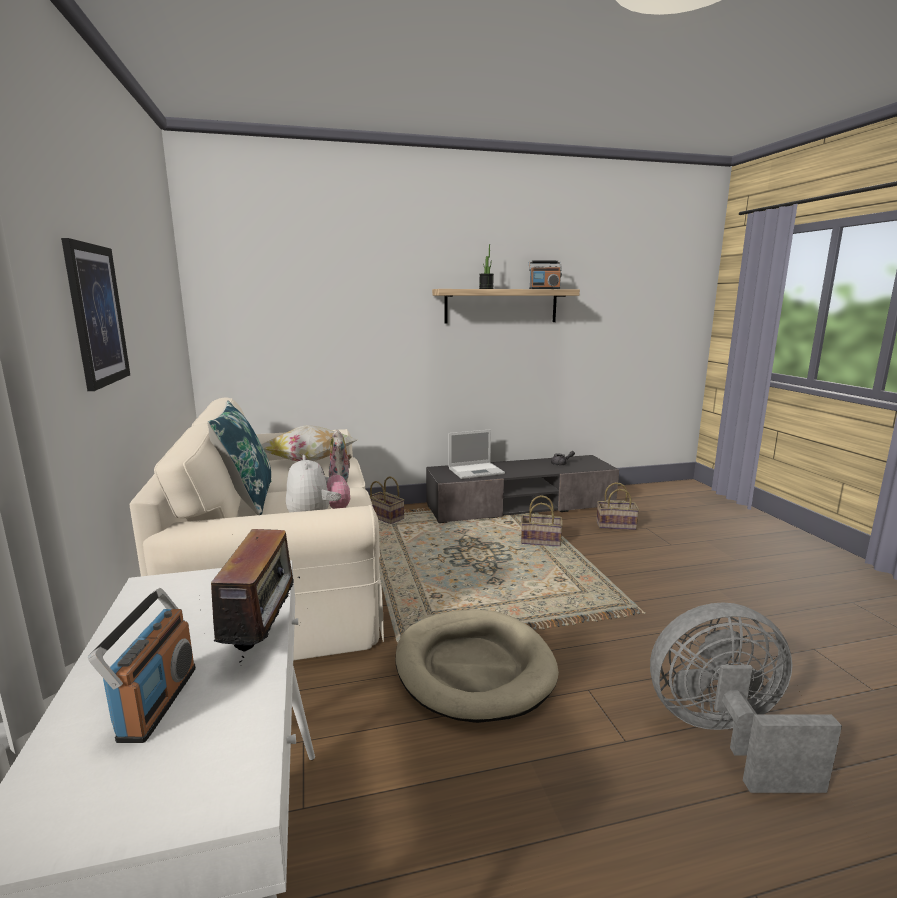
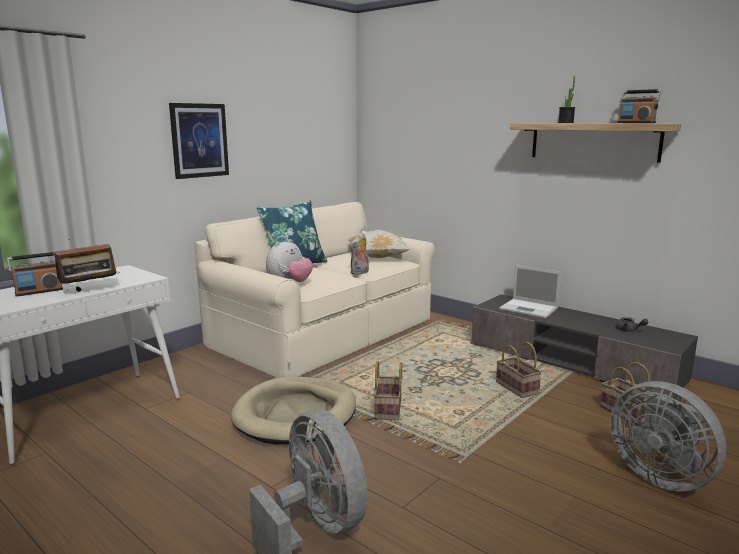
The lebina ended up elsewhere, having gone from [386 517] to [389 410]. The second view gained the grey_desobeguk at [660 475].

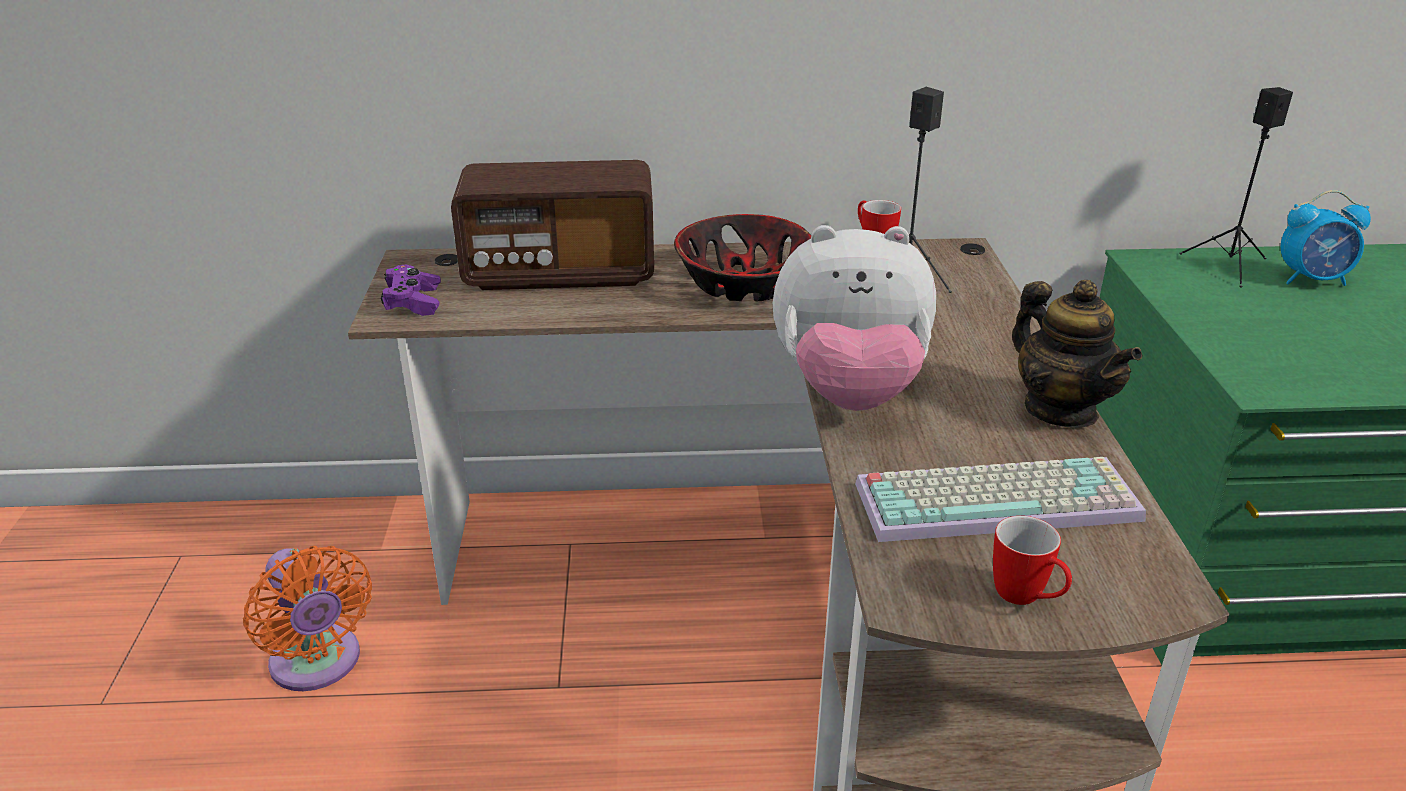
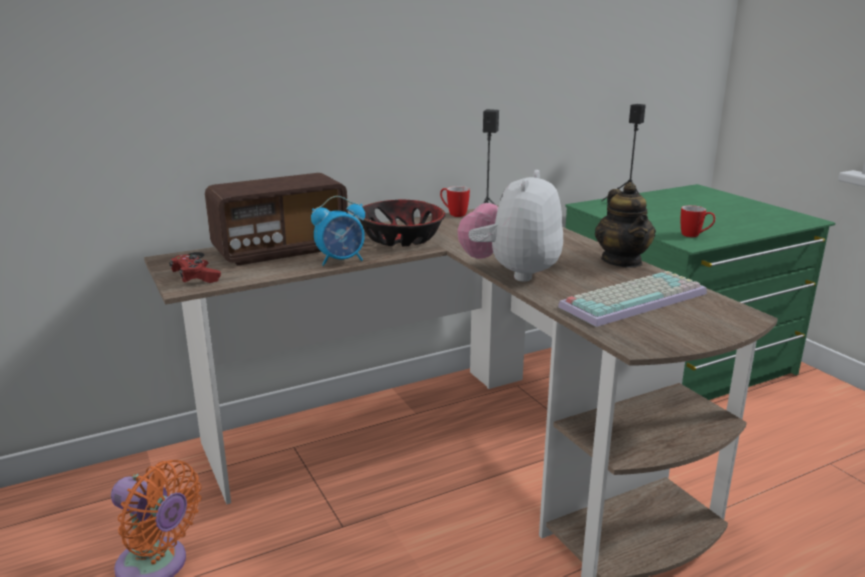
The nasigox ended up elsewhere, having gone from [1312 280] to [341 260]. The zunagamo at [849 393] ended up facing another way, 135 degrees clockwise from before. What was the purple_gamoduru at [413 302] turned into the red_gamoduru at [196 278]. The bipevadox at [1060 410] ended up facing another way, 45 degrees clockwise from before. The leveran ended up elsewhere, having gone from [1026 599] to [695 236].

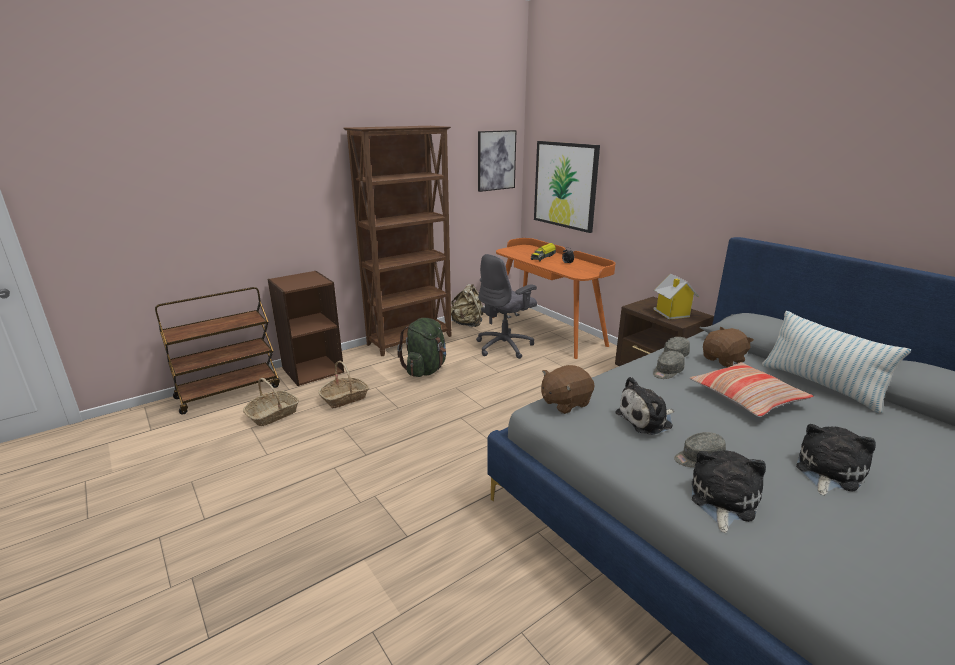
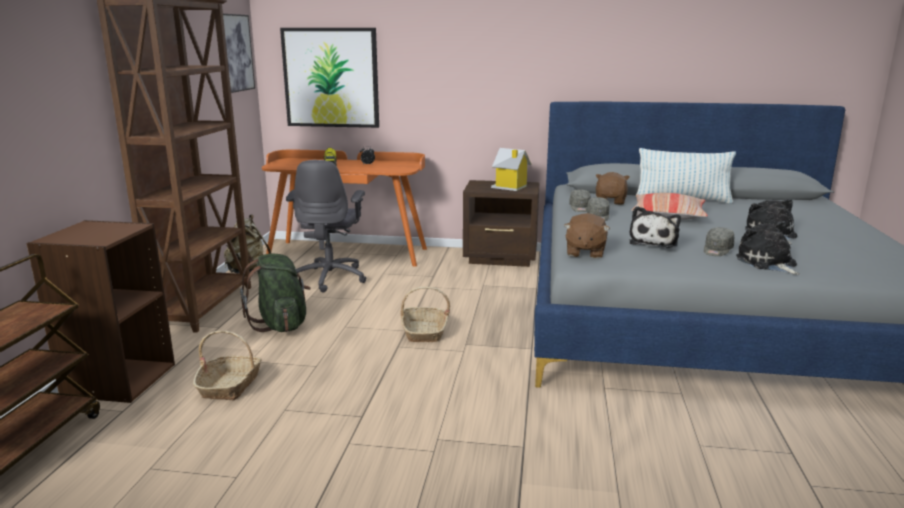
The lebina ended up elsewhere, having gone from [273 414] to [424 332].

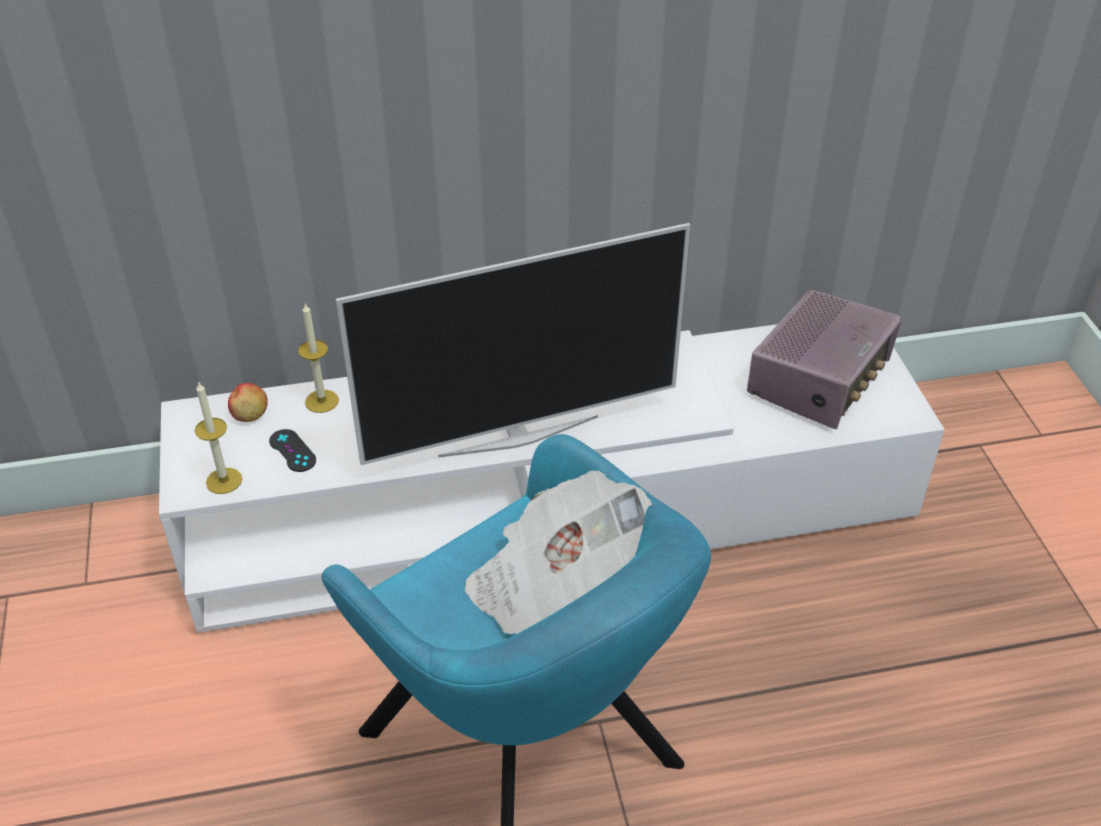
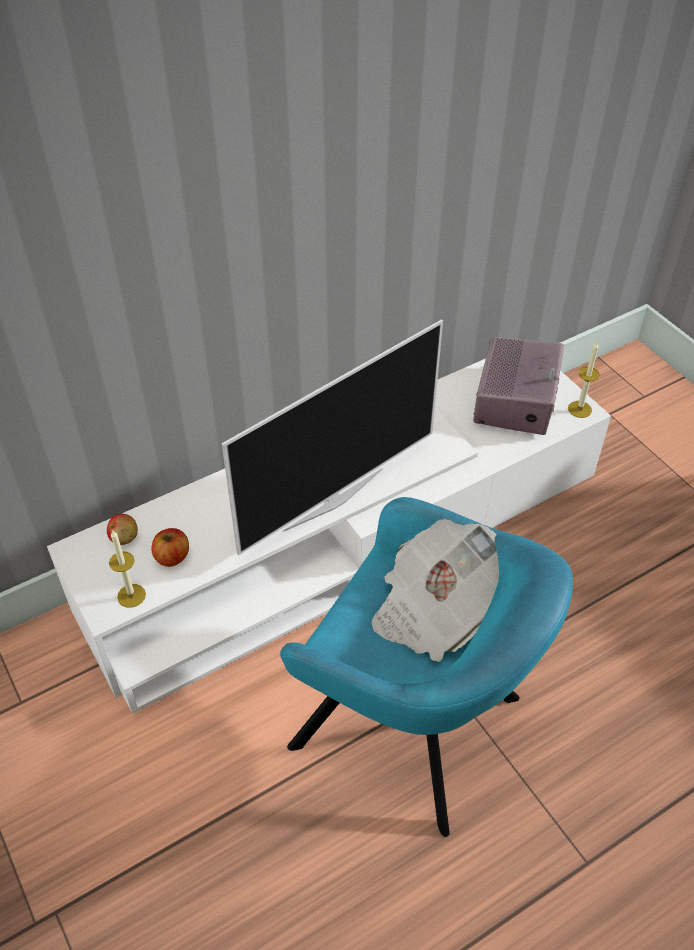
The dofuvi ended up elsewhere, having gone from [321 401] to [579 409]. Where the black_gamoduru stood at [292 451], the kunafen came to stand at [172 557].

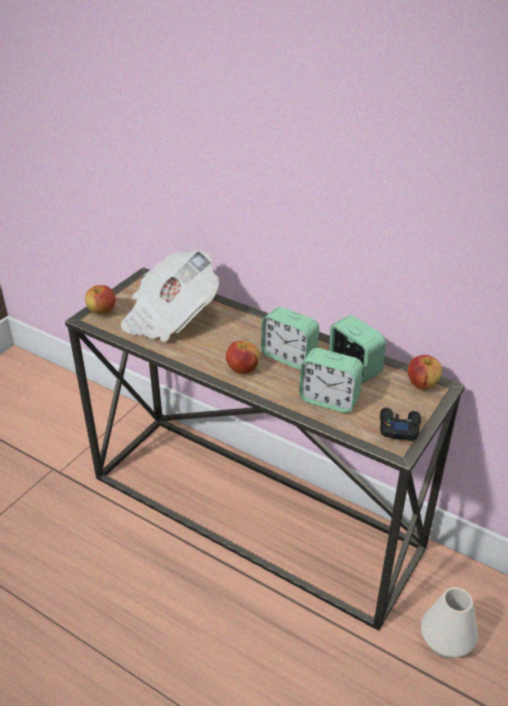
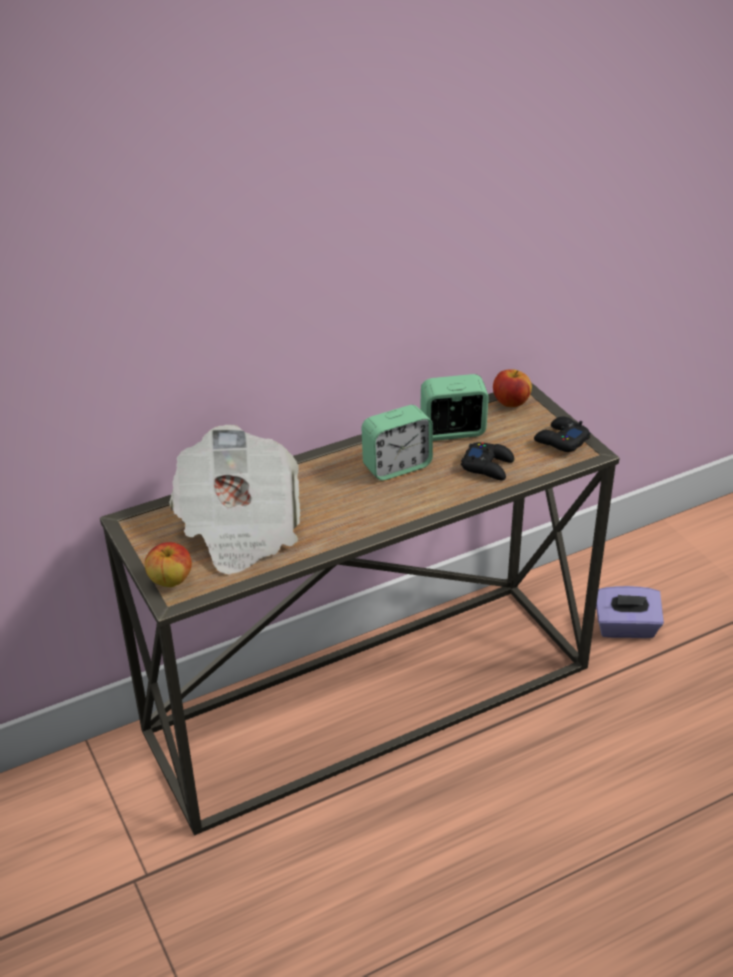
The second view lost the kunafen at [242 369]. Where the nasigox stood at [329 400], the black_gamoduru came to stand at [488 466]. Where the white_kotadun stood at [446 642], the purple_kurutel came to stand at [625 628].

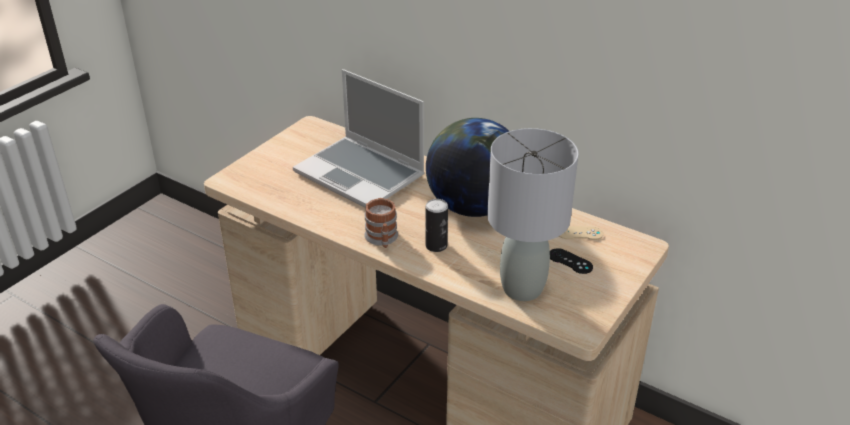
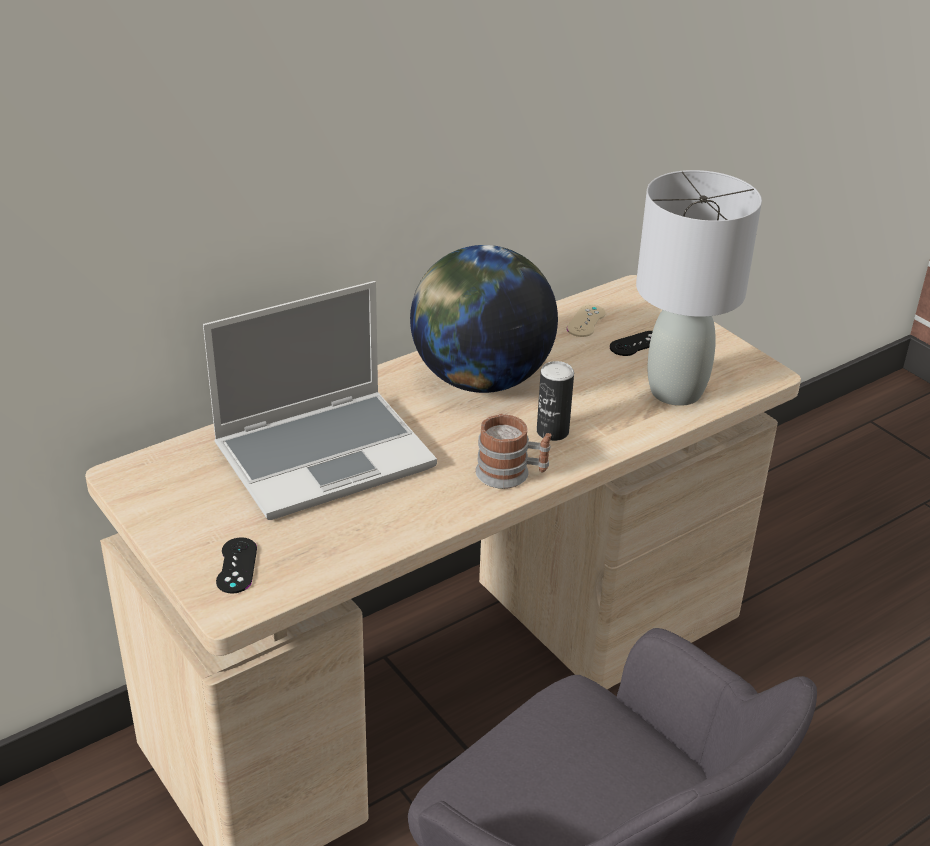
The second view gained the black_gamoduru at [236 565].

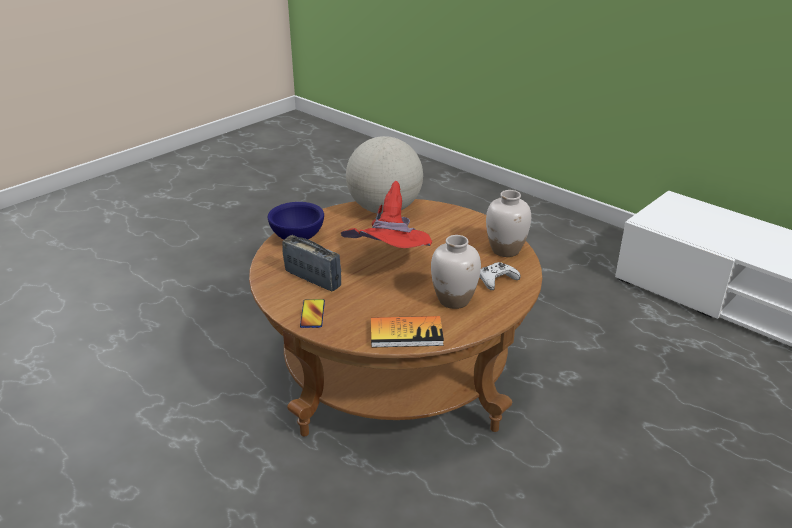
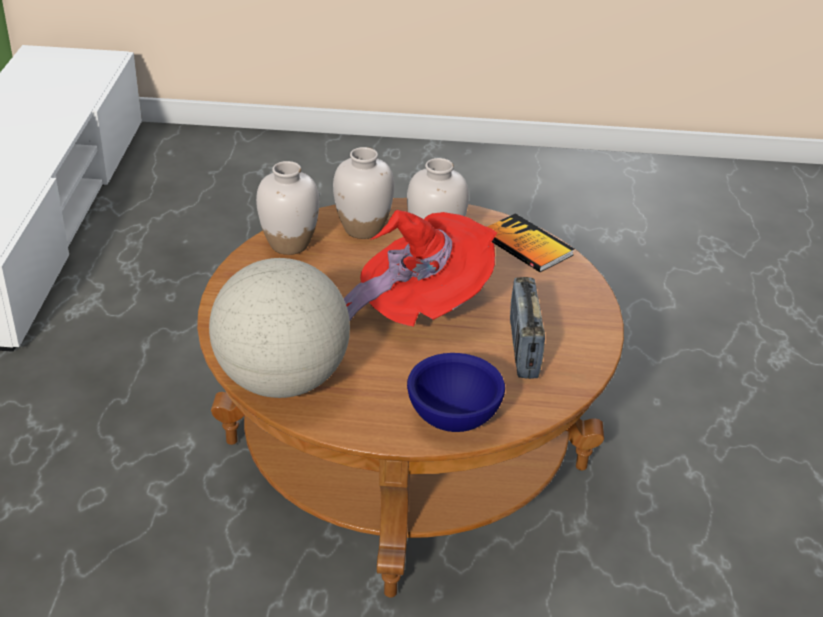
Where the white_gamoduru stood at [497 280], the white_kotadun came to stand at [363 229]. The second view lost the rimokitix at [312 314].

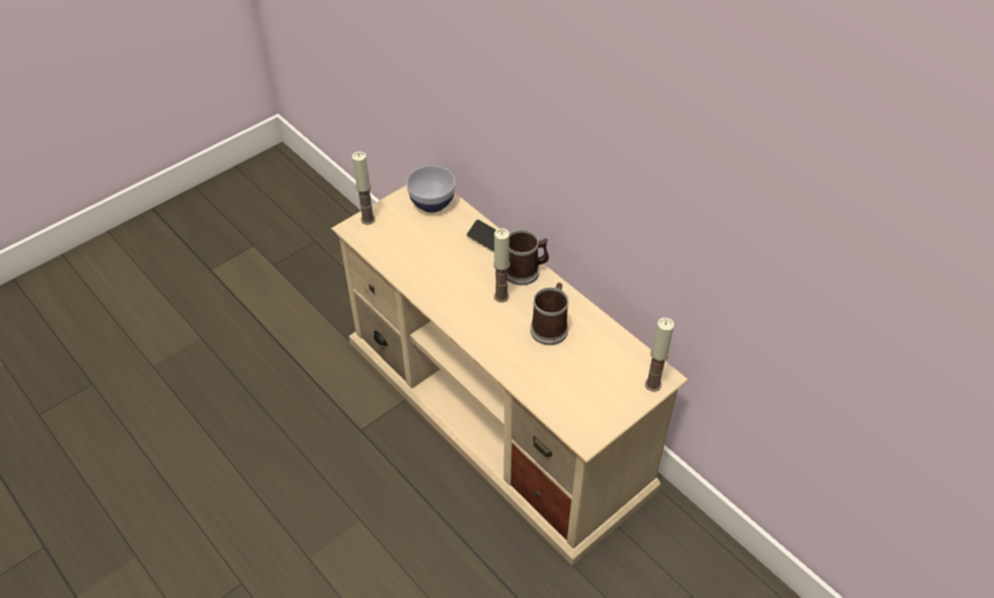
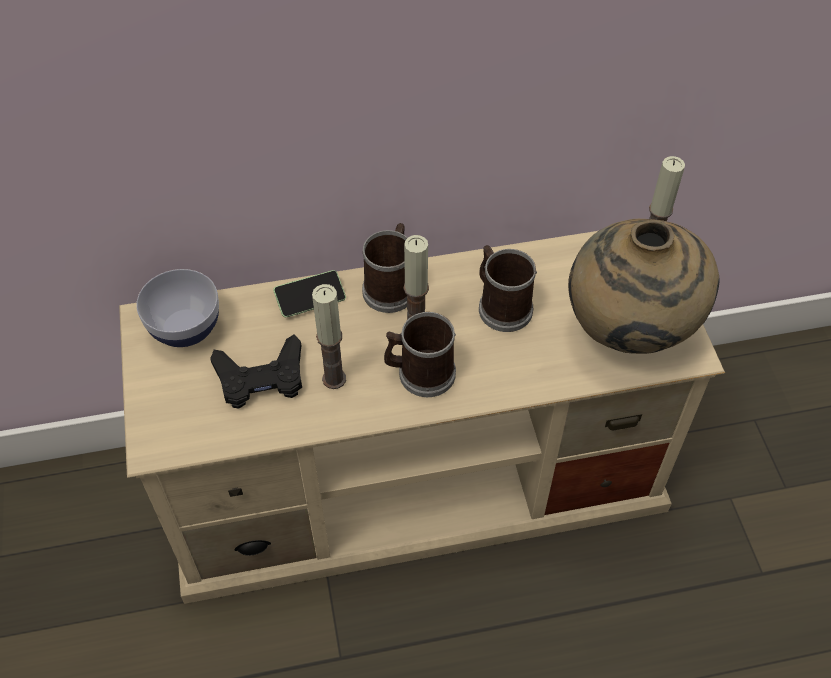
The dofuvi ended up elsewhere, having gone from [368 219] to [334 379]. The second view gained the beige_kotadun at [627 333]. The second view gained the leveran at [420 373]. The second view gained the black_gamoduru at [261 378].

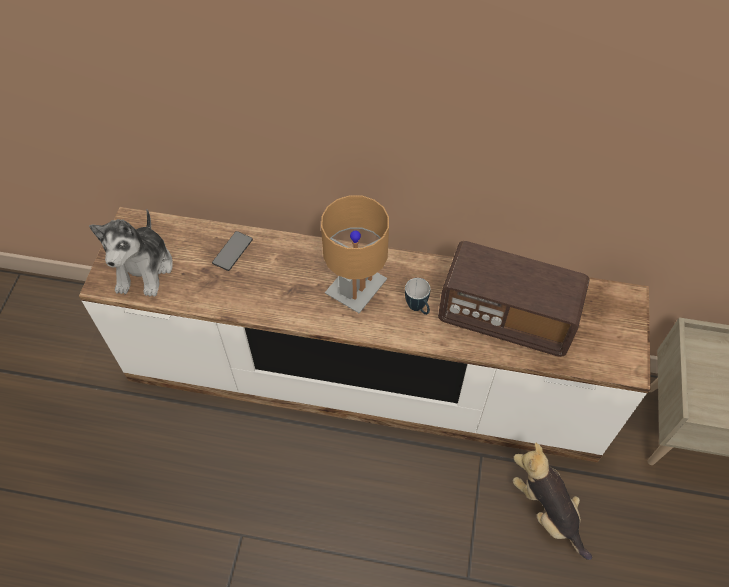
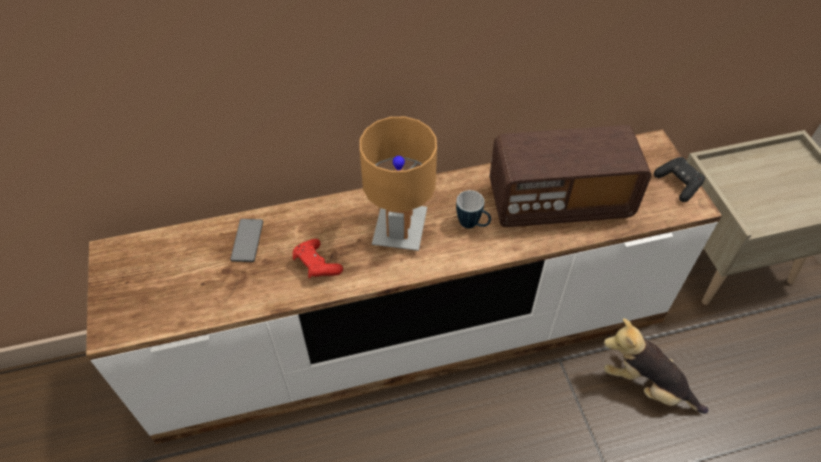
The second view lost the zunagamo at [144 268]. The second view gained the black_gamoduru at [678 184]. The second view gained the red_gamoduru at [316 265].

